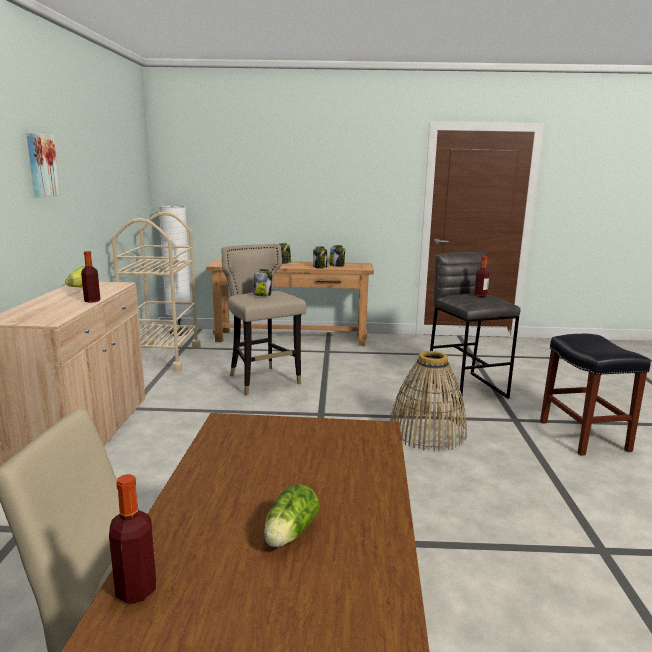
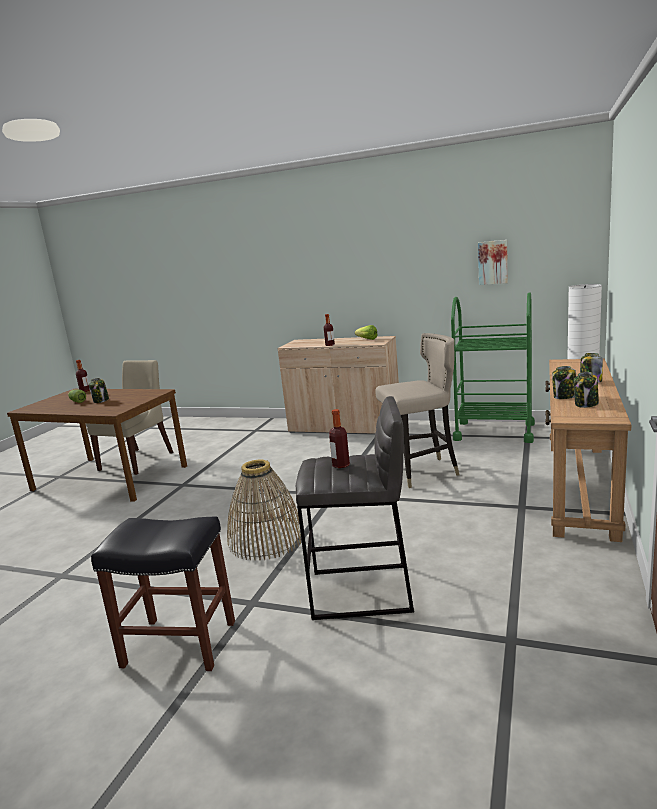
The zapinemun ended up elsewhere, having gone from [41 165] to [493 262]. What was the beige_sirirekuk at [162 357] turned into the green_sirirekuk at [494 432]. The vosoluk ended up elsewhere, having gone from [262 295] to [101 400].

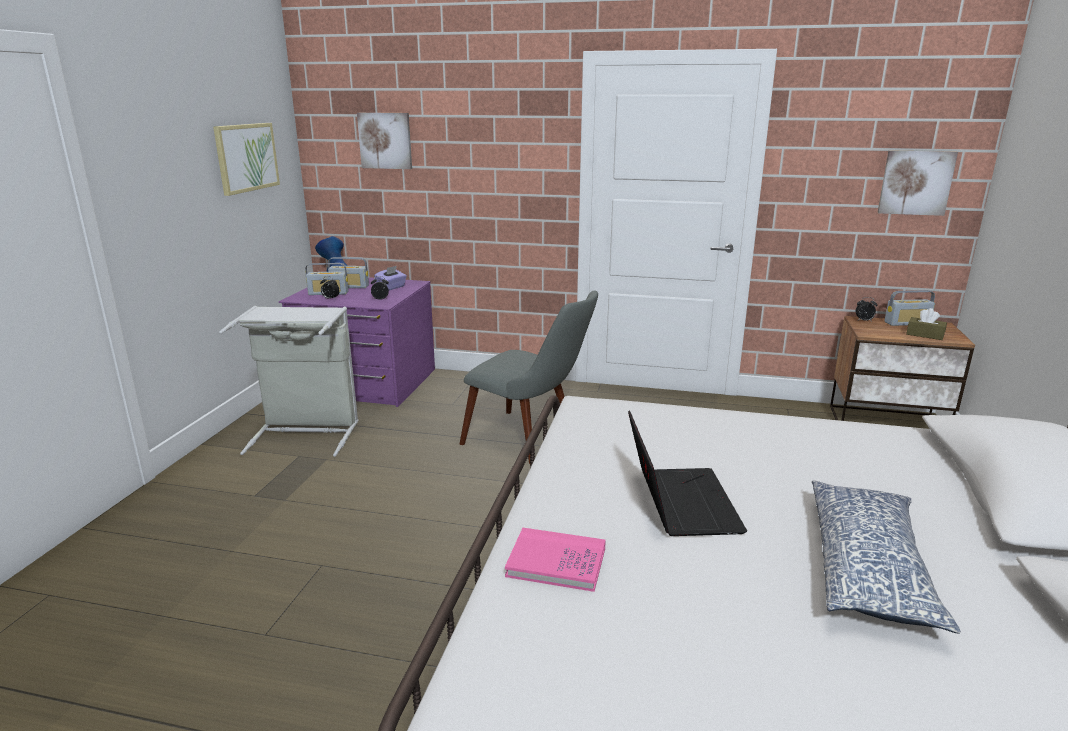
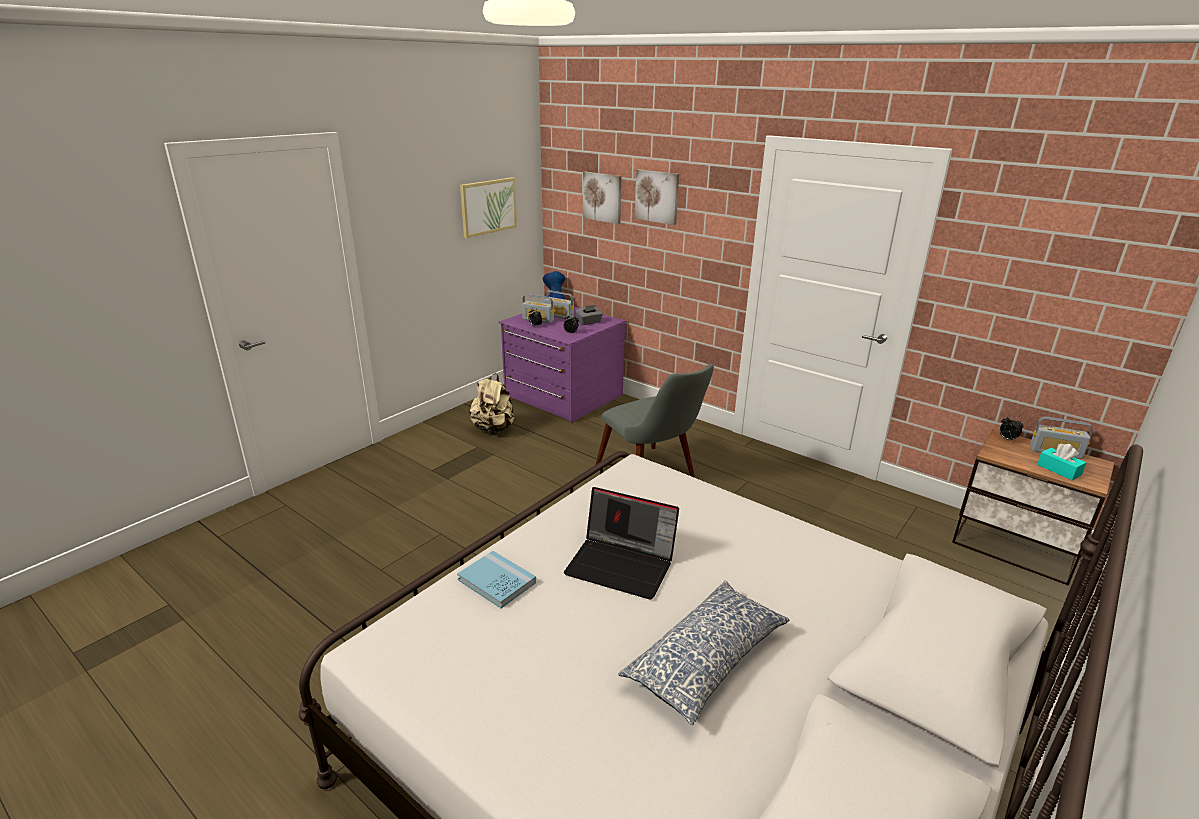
The zapinemun ended up elsewhere, having gone from [915 182] to [657 196]. What was the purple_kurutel at [391 287] turned into the grey_kurutel at [589 322]. Where the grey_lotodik stood at [306 433], the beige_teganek came to stand at [493 429]. What was the brown_kurutel at [925 335] turned into the turquoise_kurutel at [1059 470]. The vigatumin at [679 501] ended up facing another way, 90 degrees clockwise from before. What was the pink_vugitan at [556 562] turned into the blue_vugitan at [496 581].

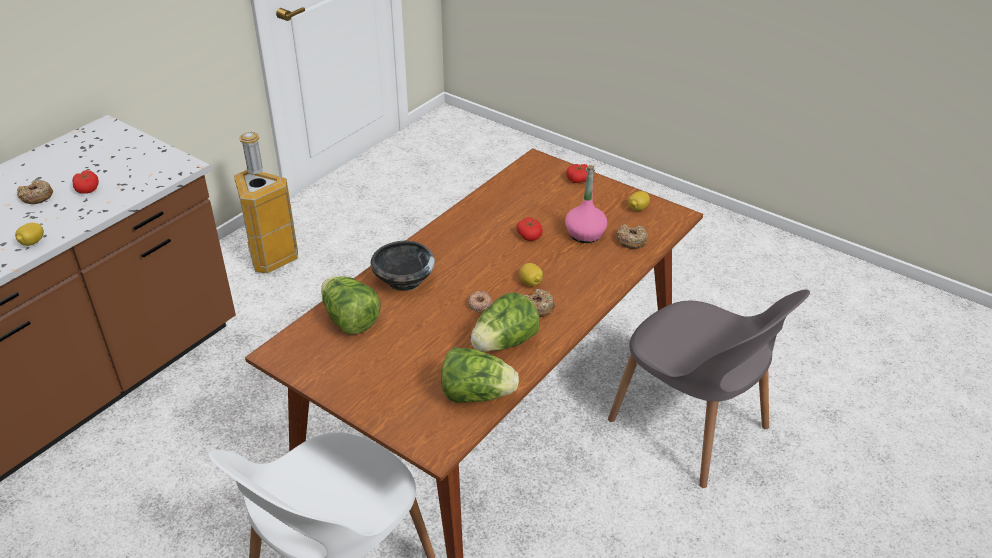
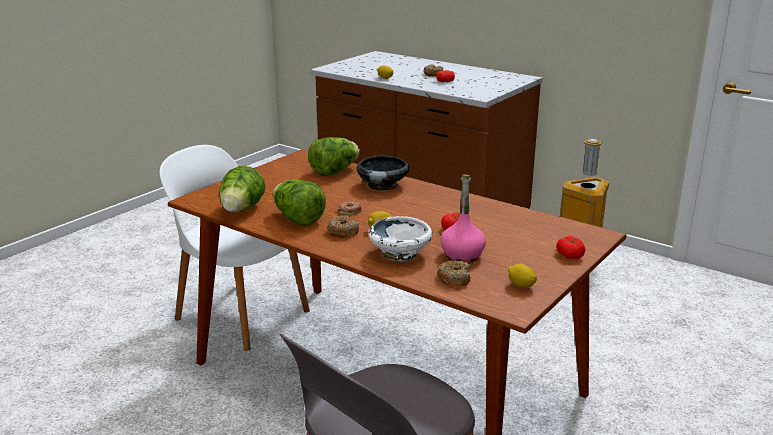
The second view gained the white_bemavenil at [400 254].

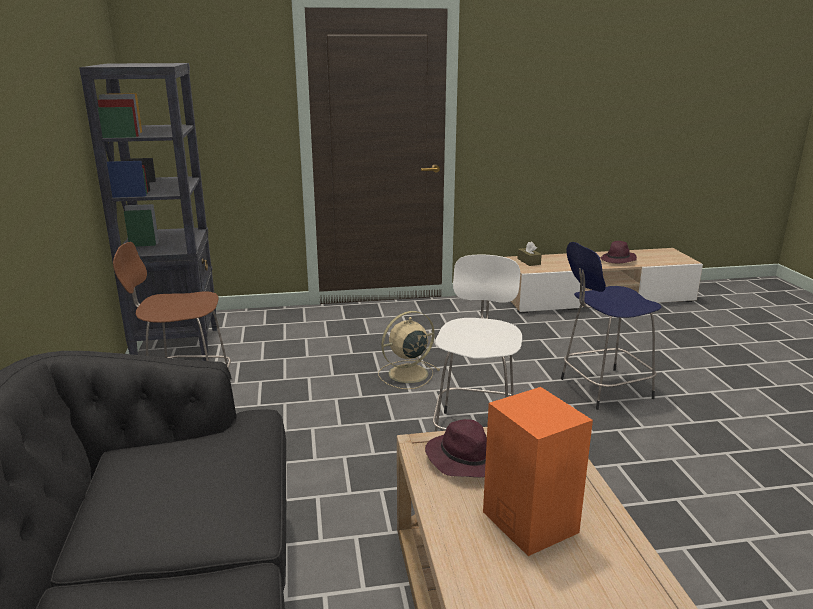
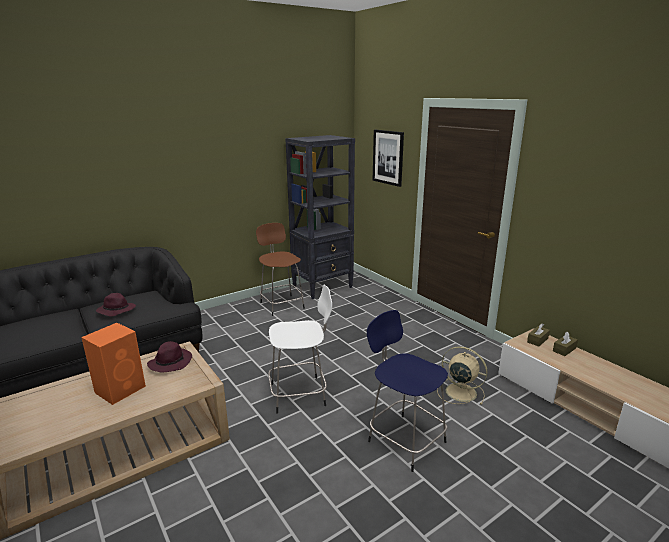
The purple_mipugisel ended up elsewhere, having gone from [618 260] to [116 310]. The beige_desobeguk ended up elsewhere, having gone from [406 374] to [459 392]. The second view gained the zapinemun at [388 157]. The second view gained the brown_kurutel at [564 349].

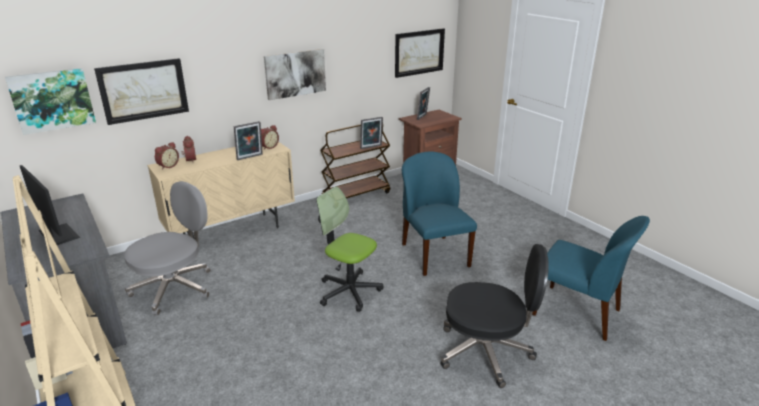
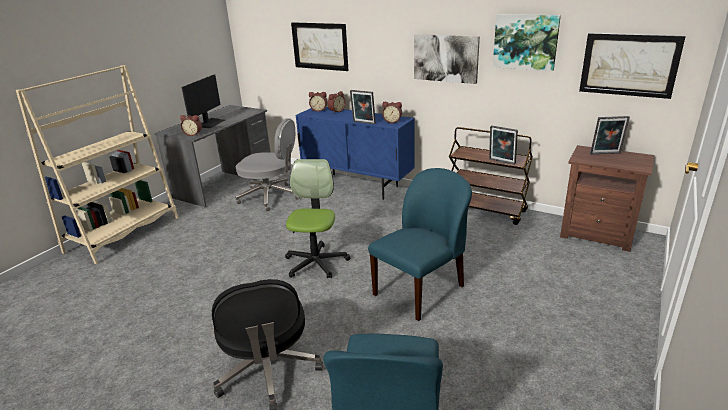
The zapinemun ended up elsewhere, having gone from [52 100] to [525 42]. What was the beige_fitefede at [232 232] turned into the blue_fitefede at [357 186]. The second view gained the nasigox at [193 134].

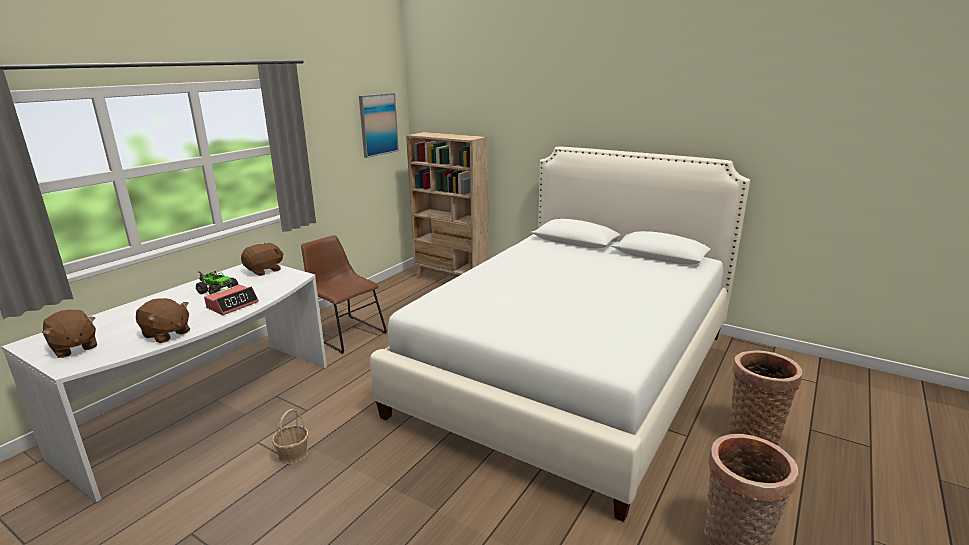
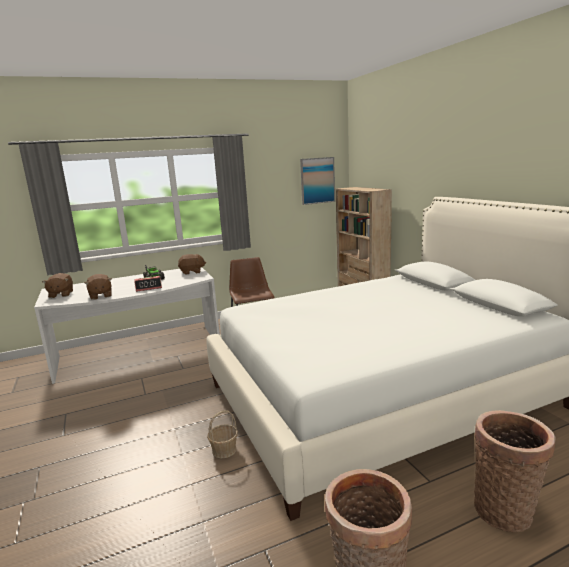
The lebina ended up elsewhere, having gone from [293 454] to [224 450].

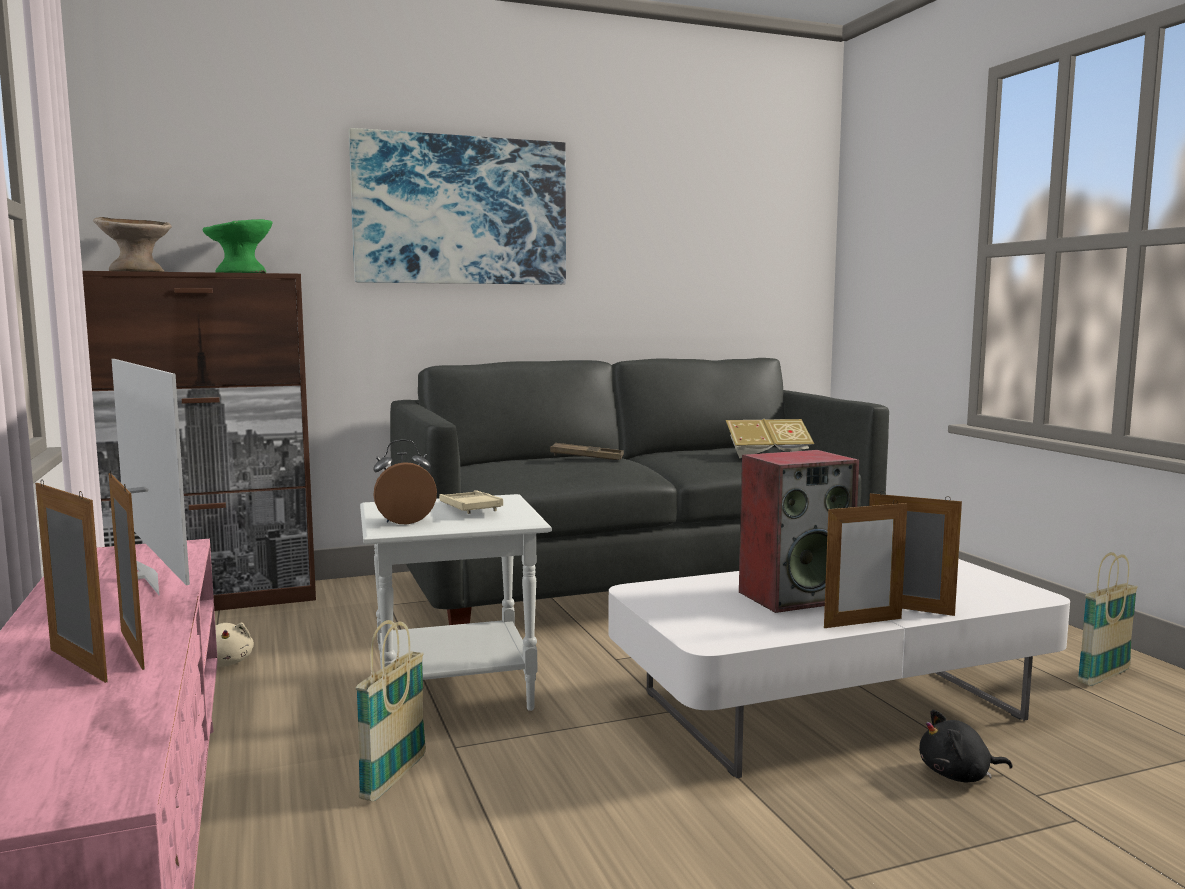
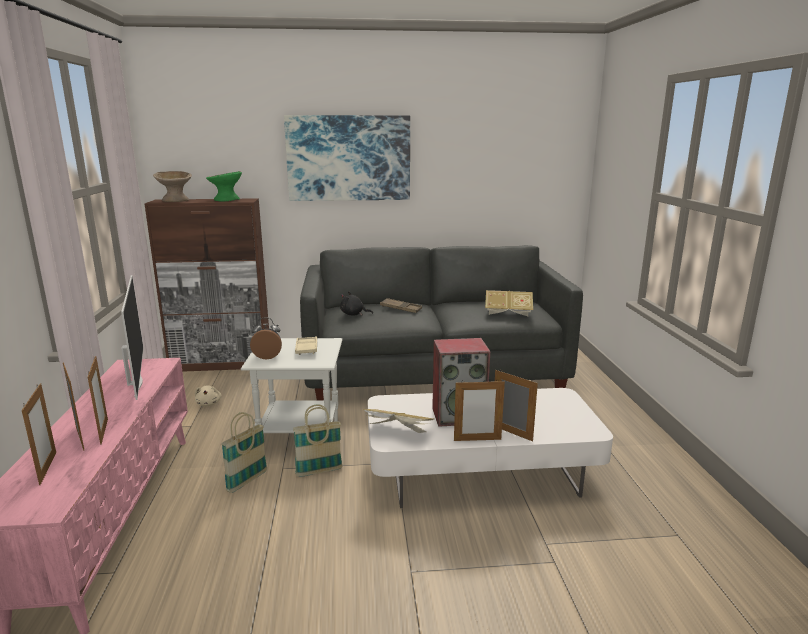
The lebina ended up elsewhere, having gone from [1104 676] to [319 471]. The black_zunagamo ended up elsewhere, having gone from [959 775] to [354 314]. The second view gained the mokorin at [48 468]. The second view gained the vugitan at [398 433].

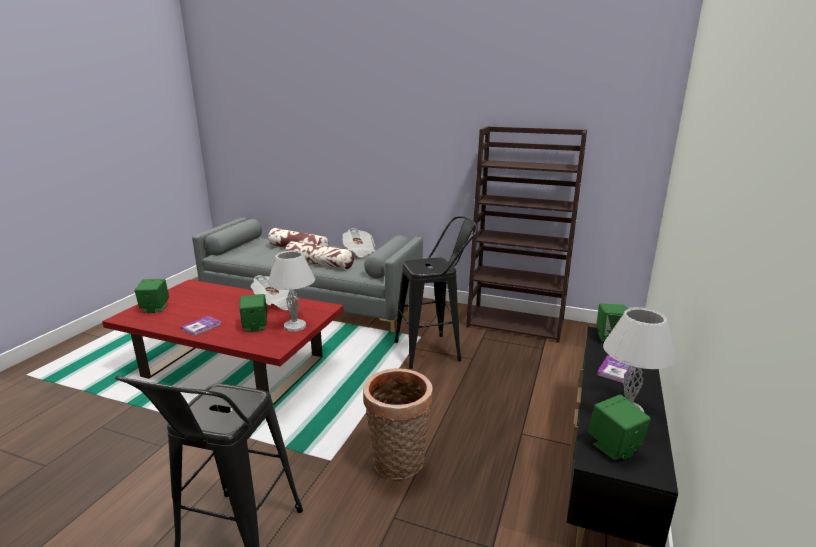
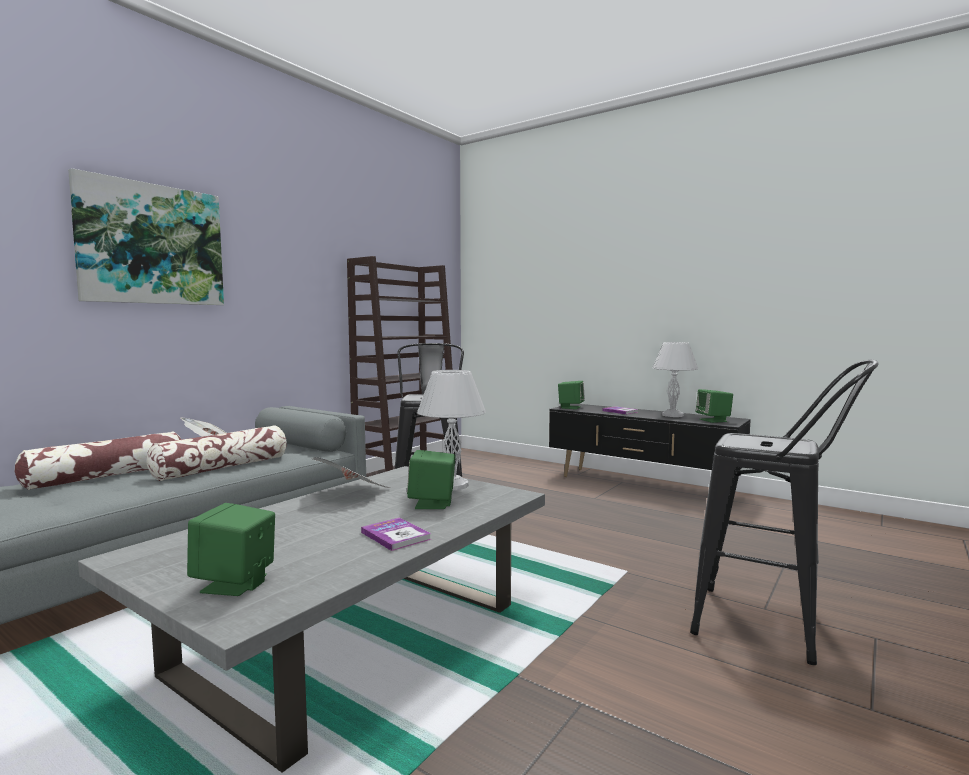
What was the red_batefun at [236 367] turned into the grey_batefun at [353 636]. The second view lost the lebina at [398 464]. The second view gained the zapinemun at [152 244].

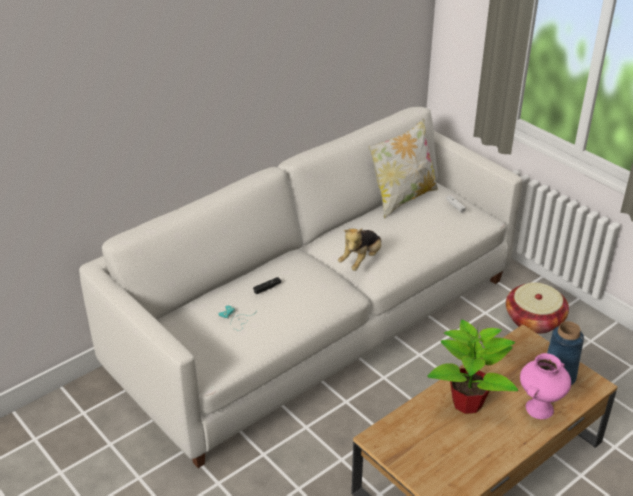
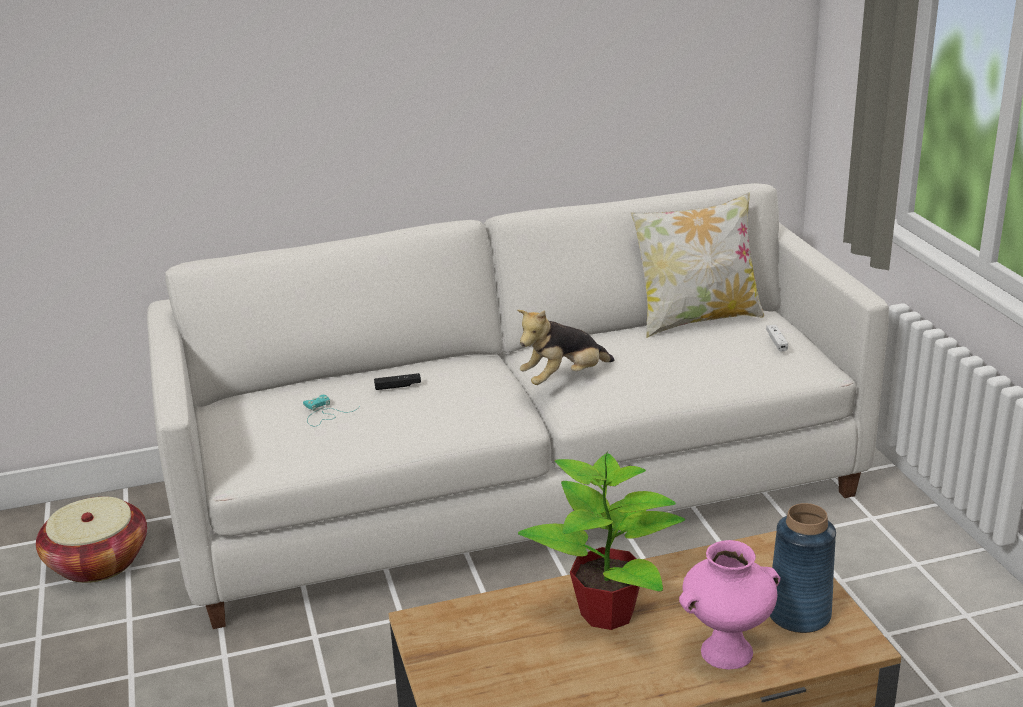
The lebina ended up elsewhere, having gone from [534 320] to [98 562].

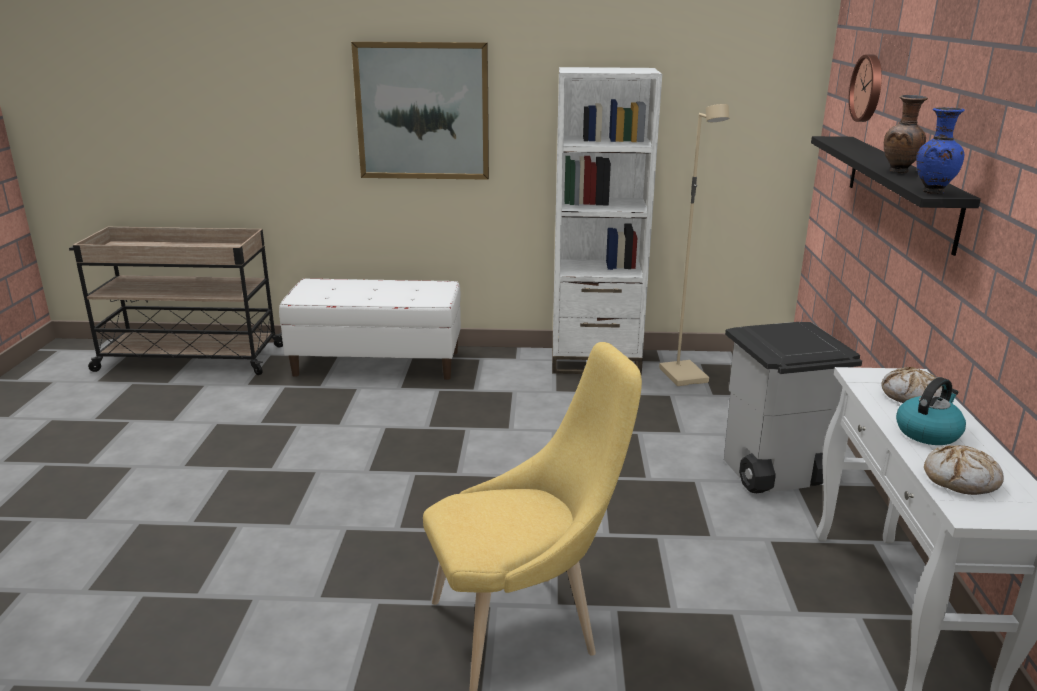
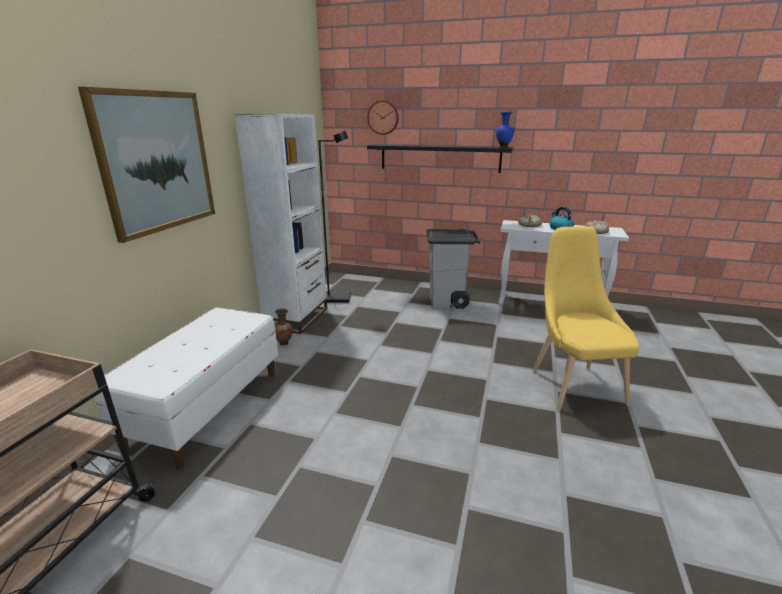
The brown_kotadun ended up elsewhere, having gone from [899 172] to [284 343]. What was the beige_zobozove at [684 375] turned into the black_zobozove at [337 298].

